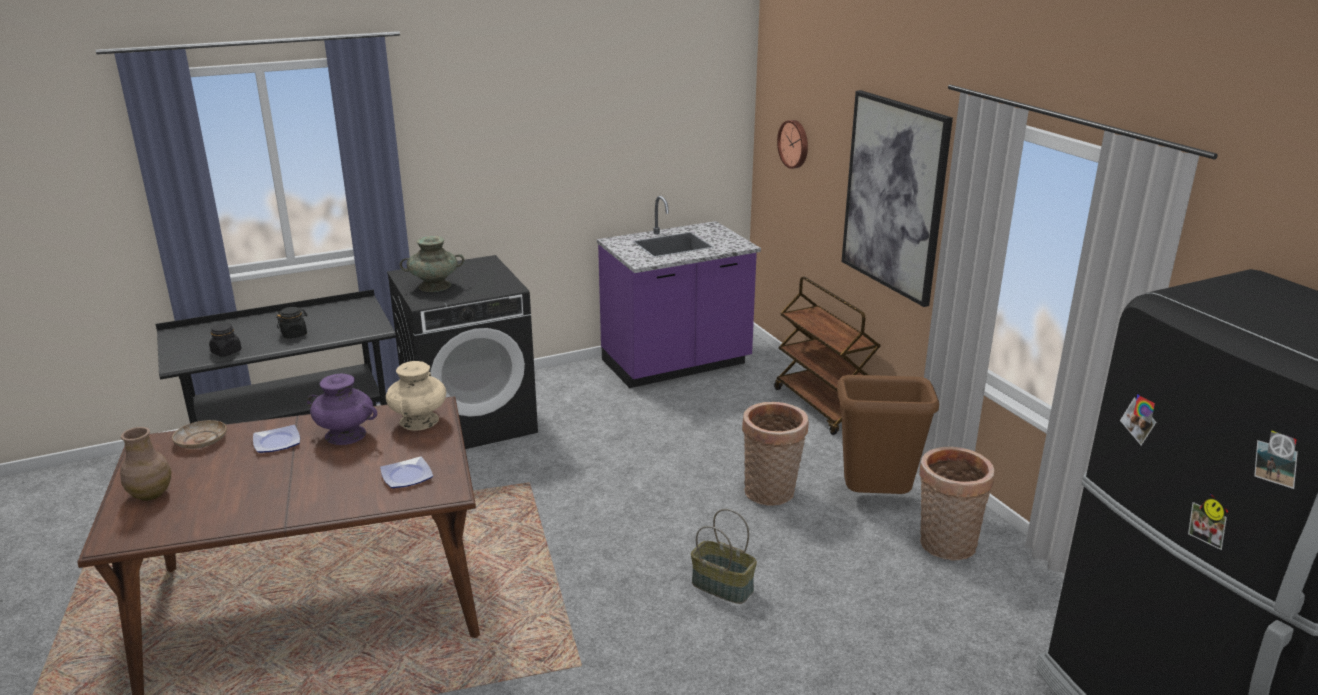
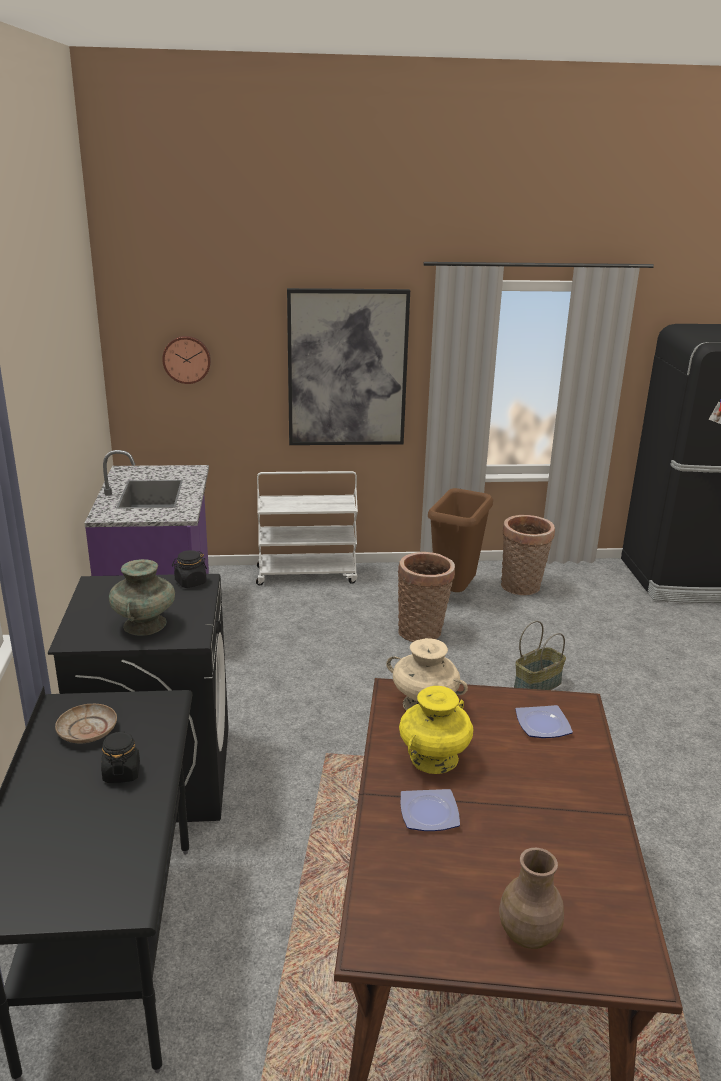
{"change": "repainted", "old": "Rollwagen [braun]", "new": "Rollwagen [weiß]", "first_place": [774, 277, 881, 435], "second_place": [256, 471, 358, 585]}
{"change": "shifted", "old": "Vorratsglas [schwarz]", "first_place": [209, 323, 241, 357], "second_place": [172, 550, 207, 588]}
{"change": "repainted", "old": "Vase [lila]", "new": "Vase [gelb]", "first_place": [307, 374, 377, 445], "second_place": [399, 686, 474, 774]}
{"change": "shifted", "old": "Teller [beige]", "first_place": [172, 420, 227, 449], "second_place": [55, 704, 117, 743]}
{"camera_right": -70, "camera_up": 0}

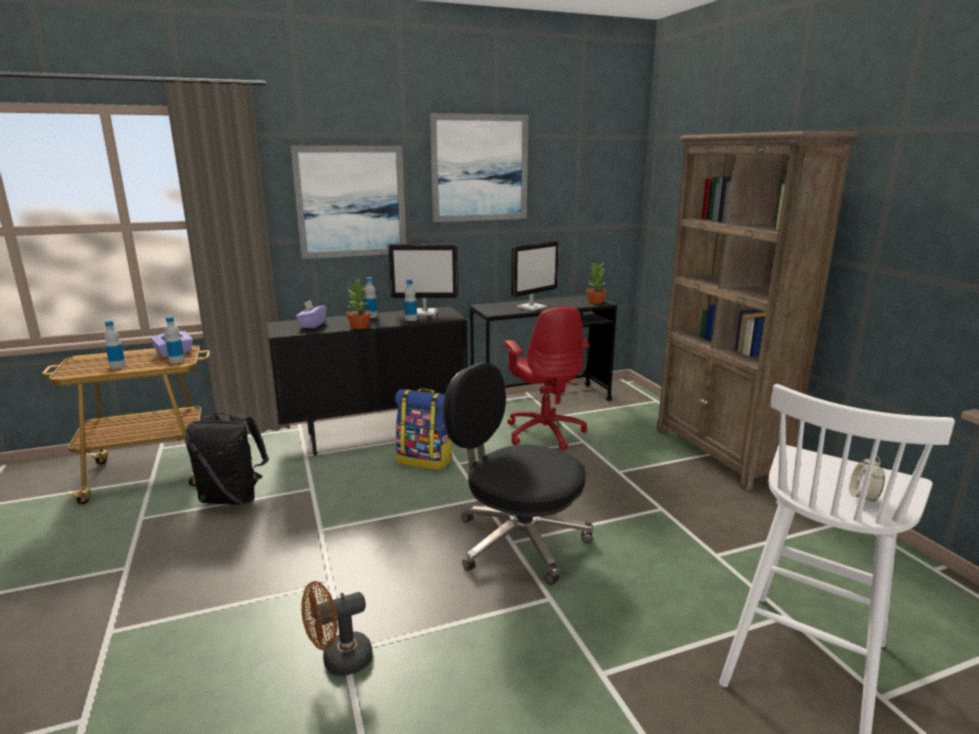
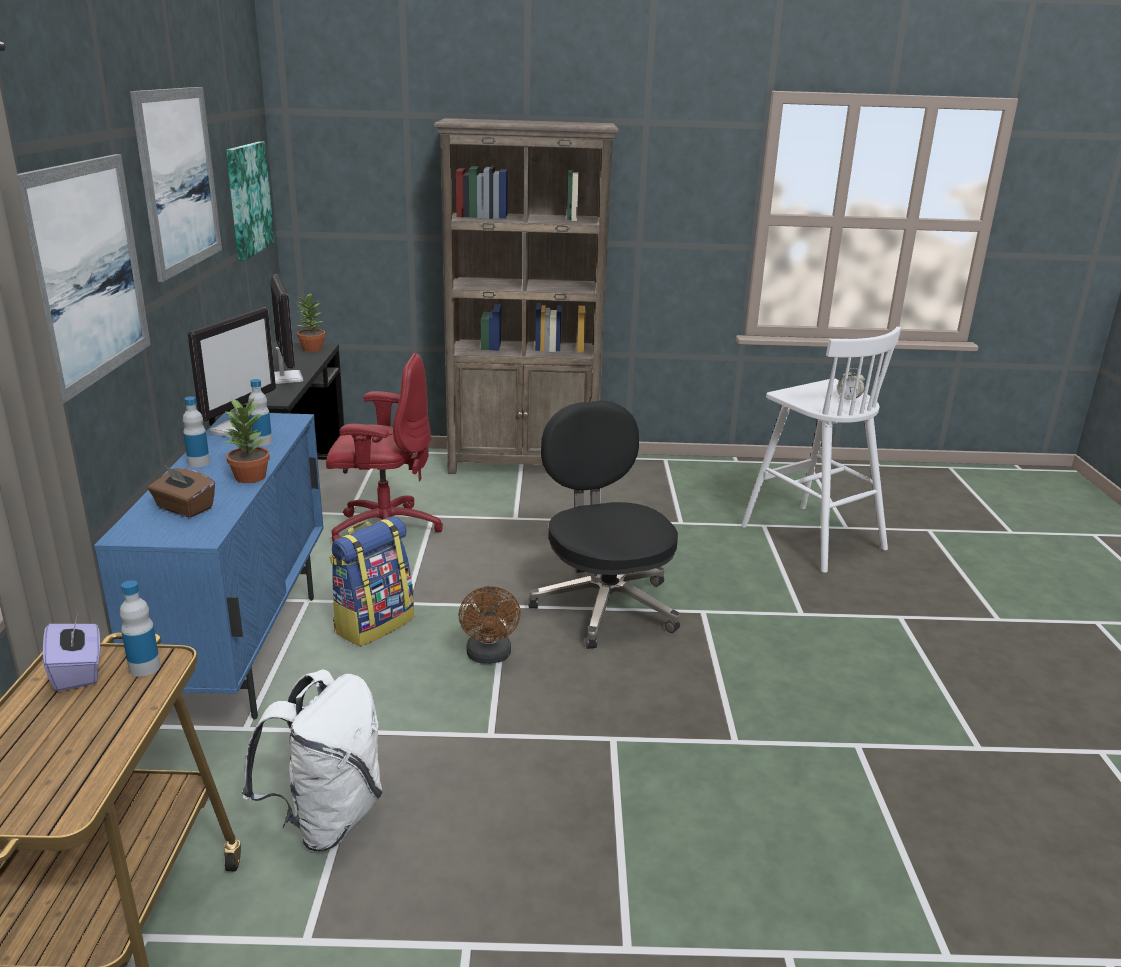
{"change": "repainted", "old": "Taschentuchbox [lila]", "new": "Taschentuchbox [braun]", "first_place": [296, 299, 326, 328], "second_place": [148, 466, 215, 518]}
{"change": "repainted", "old": "Schrank [schwarz]", "new": "Schrank [blau]", "first_place": [266, 307, 468, 456], "second_place": [94, 412, 324, 720]}
{"change": "gone", "old": "Flasche", "first_place": [104, 320, 126, 369]}
{"change": "rotated", "old": "Bürostuhl [schwarz]", "first_place": [443, 362, 593, 585], "second_place": [528, 401, 680, 649], "degrees": 105}
{"change": "repainted", "old": "Rucksack [schwarz]", "new": "Rucksack [weiß]", "first_place": [185, 413, 269, 504], "second_place": [242, 669, 383, 852]}
{"change": "shifted", "old": "Ventilator [braun]", "first_place": [301, 581, 373, 676], "second_place": [459, 586, 521, 664]}
{"change": "new", "new": "Bild", "second_place": [226, 142, 275, 261]}
{"camera_right": -70, "camera_up": 5}

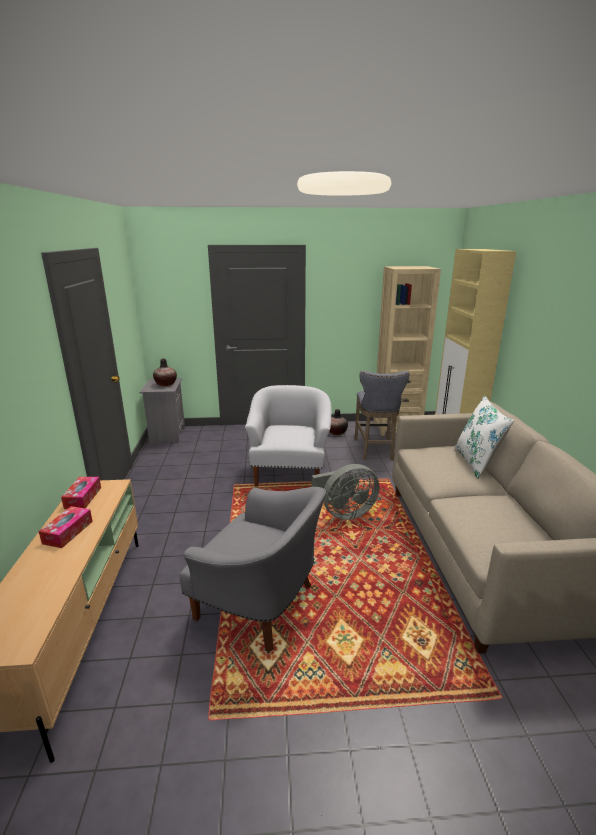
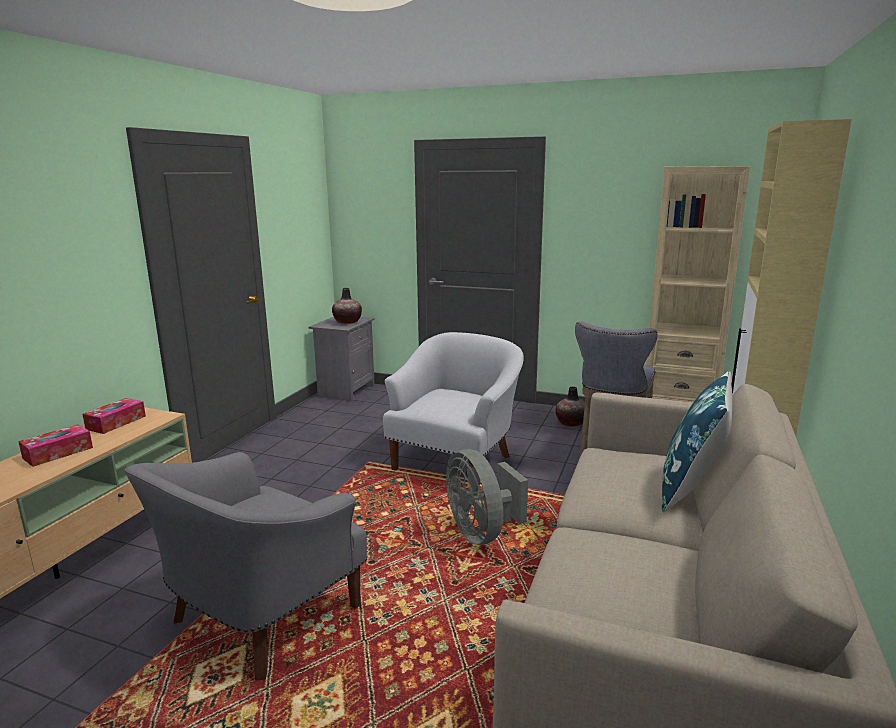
{"change": "repainted", "old": "Kissen [weiß]", "new": "Kissen [blau]", "first_place": [455, 396, 514, 479], "second_place": [662, 371, 733, 512]}
{"change": "rotated", "old": "Ventilator [grau]", "first_place": [312, 464, 379, 520], "second_place": [446, 449, 528, 545], "degrees": 60}
{"change": "rotated", "old": "Sessel [grau]", "first_place": [179, 487, 326, 652], "second_place": [125, 452, 367, 681], "degrees": 75}
{"camera_right": 25, "camera_up": -5}

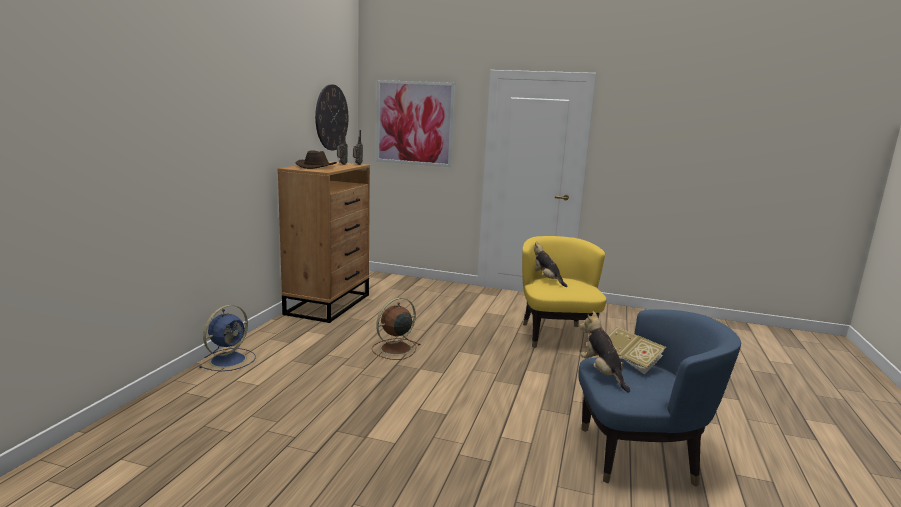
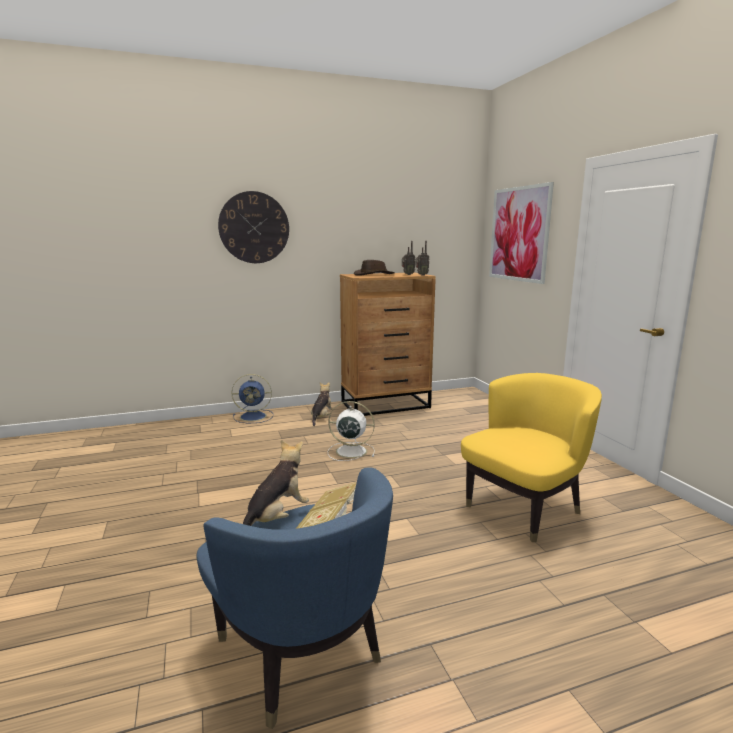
{"change": "shifted", "old": "Wanduhr", "first_place": [315, 84, 348, 150], "second_place": [218, 191, 289, 263]}
{"change": "shifted", "old": "Plüschtier", "first_place": [533, 241, 568, 287], "second_place": [311, 383, 334, 426]}
{"change": "repainted", "old": "Ventilator [braun]", "new": "Ventilator [weiß]", "first_place": [372, 298, 420, 360], "second_place": [328, 401, 375, 461]}
{"camera_right": 55, "camera_up": 0}

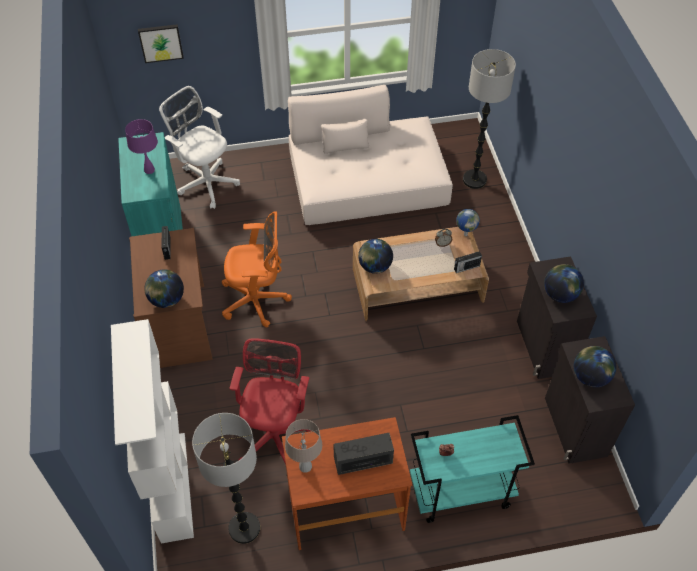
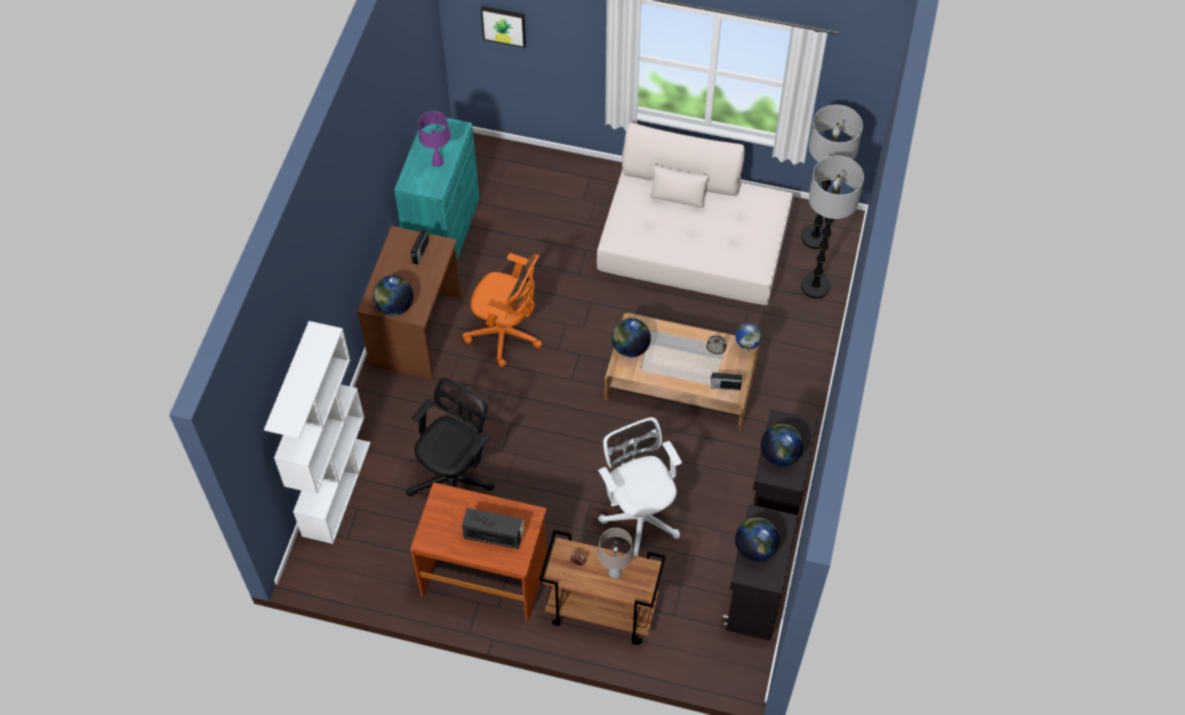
{"change": "shifted", "old": "Bürostuhl [weiß]", "first_place": [159, 86, 240, 209], "second_place": [598, 417, 682, 556]}
{"change": "repainted", "old": "Bürostuhl [rot]", "new": "Bürostuhl [schwarz]", "first_place": [230, 338, 311, 464], "second_place": [406, 378, 495, 496]}
{"change": "shifted", "old": "Stehlampe", "first_place": [192, 413, 260, 544], "second_place": [801, 105, 863, 249]}
{"change": "repainted", "old": "Rollwagen [türkis]", "new": "Rollwagen [braun]", "first_place": [410, 415, 535, 523], "second_place": [539, 530, 666, 645]}
{"change": "shifted", "old": "Tischlampe [beige]", "first_place": [285, 419, 322, 473], "second_place": [597, 528, 634, 579]}
{"camera_right": 25, "camera_up": 5}

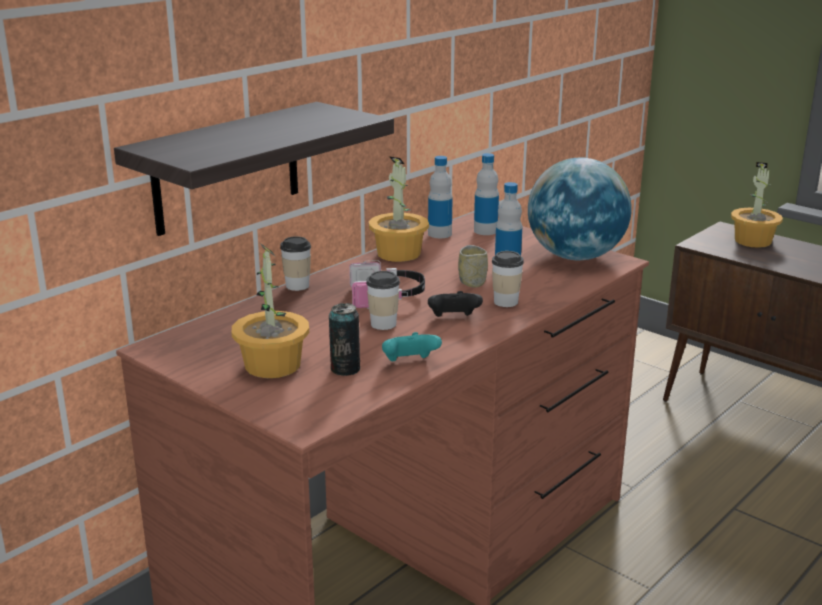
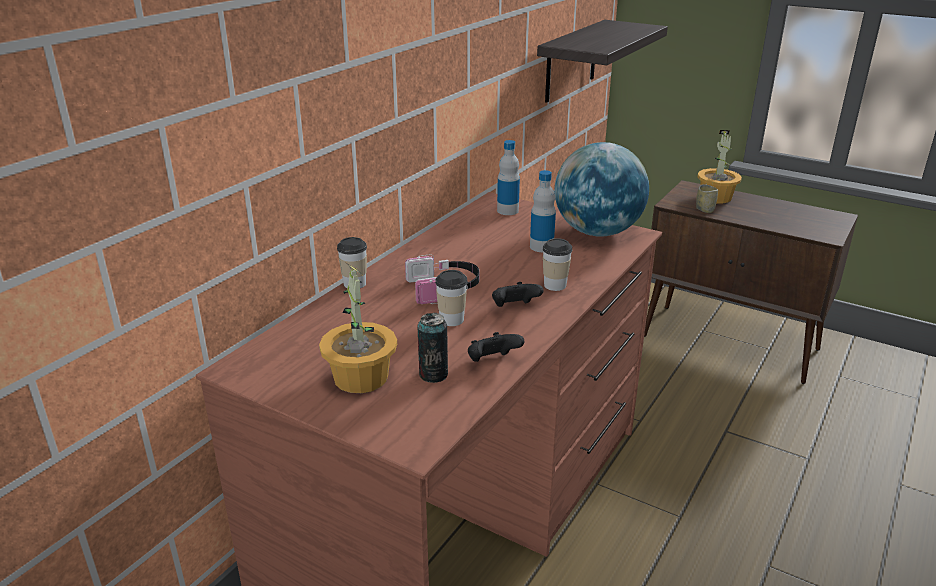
{"change": "shifted", "old": "Wandregal", "first_place": [114, 102, 394, 236], "second_place": [537, 20, 668, 103]}
{"change": "gone", "old": "Topfpflanze", "first_place": [369, 156, 429, 262]}
{"change": "gone", "old": "Flasche", "first_place": [428, 156, 453, 238]}
{"change": "shifted", "old": "Tasse", "first_place": [458, 245, 488, 288], "second_place": [696, 184, 718, 213]}
{"change": "repainted", "old": "Gamepad [türkis]", "new": "Gamepad [schwarz]", "first_place": [382, 332, 442, 362], "second_place": [468, 332, 524, 362]}
{"camera_right": -10, "camera_up": 5}

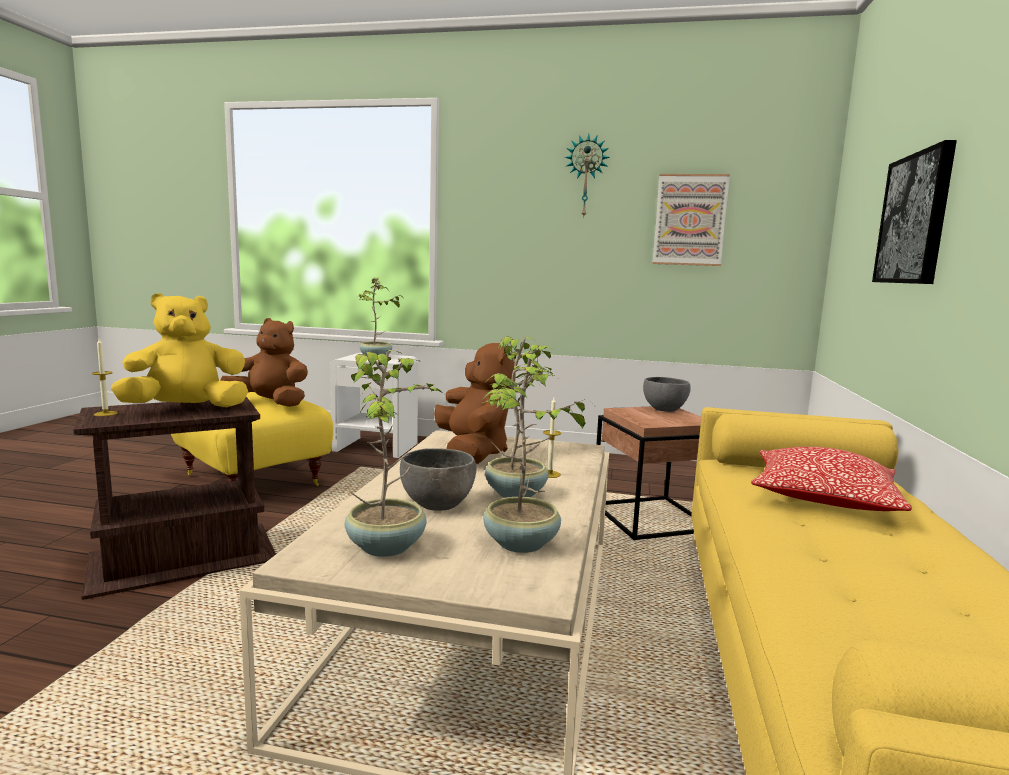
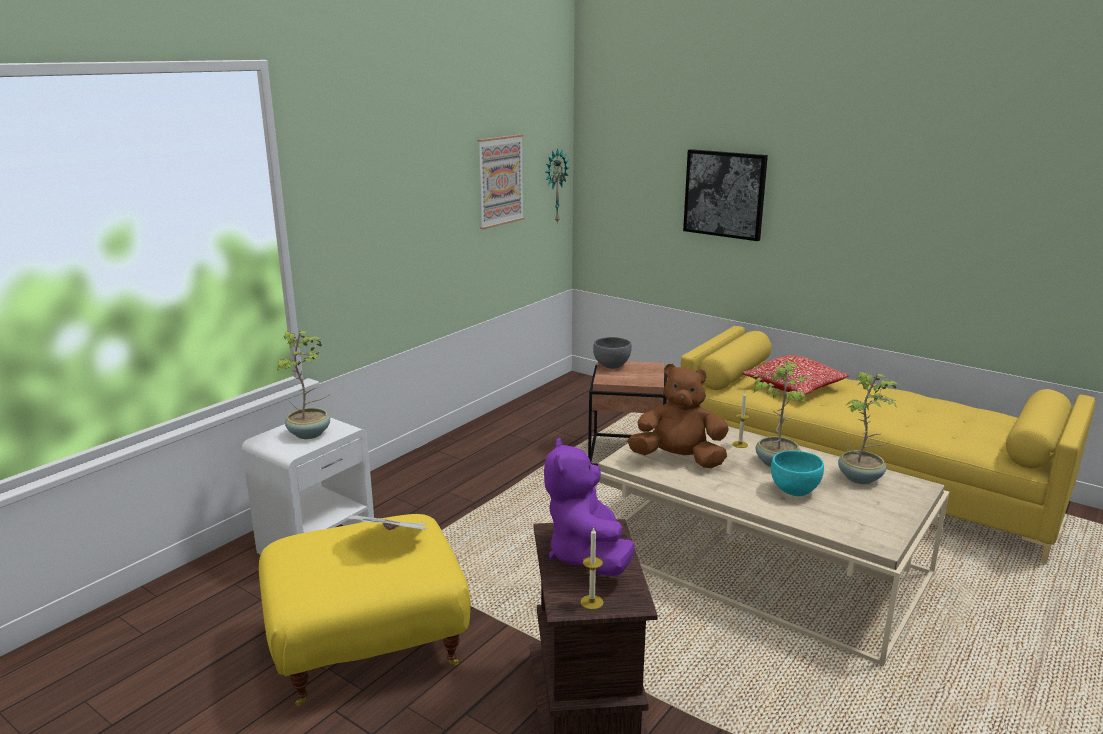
{"change": "shifted", "old": "Wanduhr", "first_place": [565, 134, 610, 219], "second_place": [546, 148, 570, 224]}
{"change": "repainted", "old": "Plüschtier [gelb]", "new": "Plüschtier [lila]", "first_place": [111, 293, 248, 407], "second_place": [544, 438, 635, 576]}
{"change": "swapped", "old": "Plüschtier [braun]", "new": "Zeitung", "first_place": [220, 318, 308, 407], "second_place": [348, 515, 429, 530]}
{"change": "gone", "old": "Topfpflanze", "first_place": [344, 350, 444, 557]}
{"change": "repainted", "old": "Schüssel [grau]", "new": "Schüssel [türkis]", "first_place": [400, 448, 476, 511], "second_place": [771, 451, 824, 496]}
{"camera_right": -65, "camera_up": 10}

